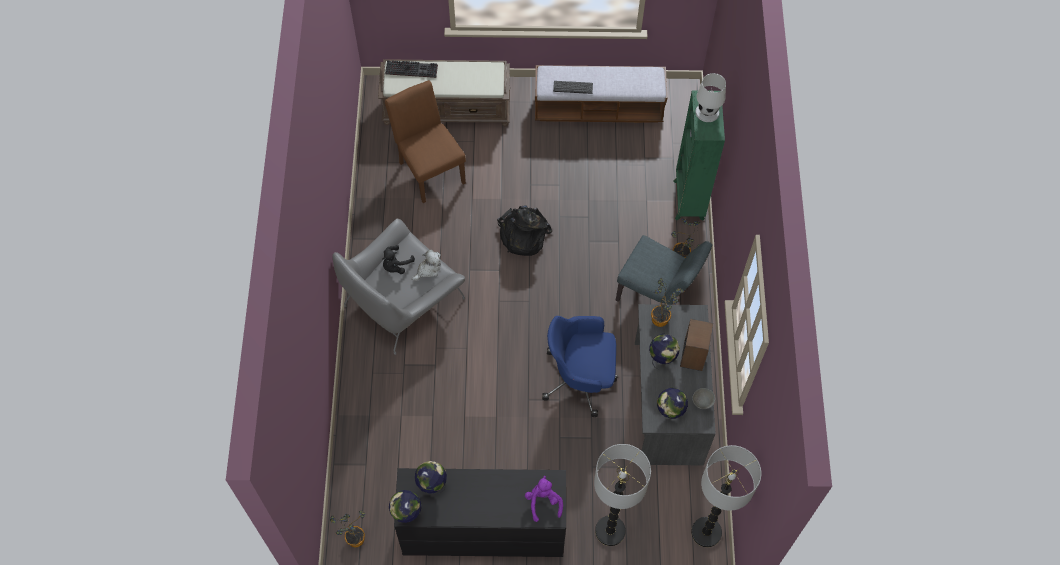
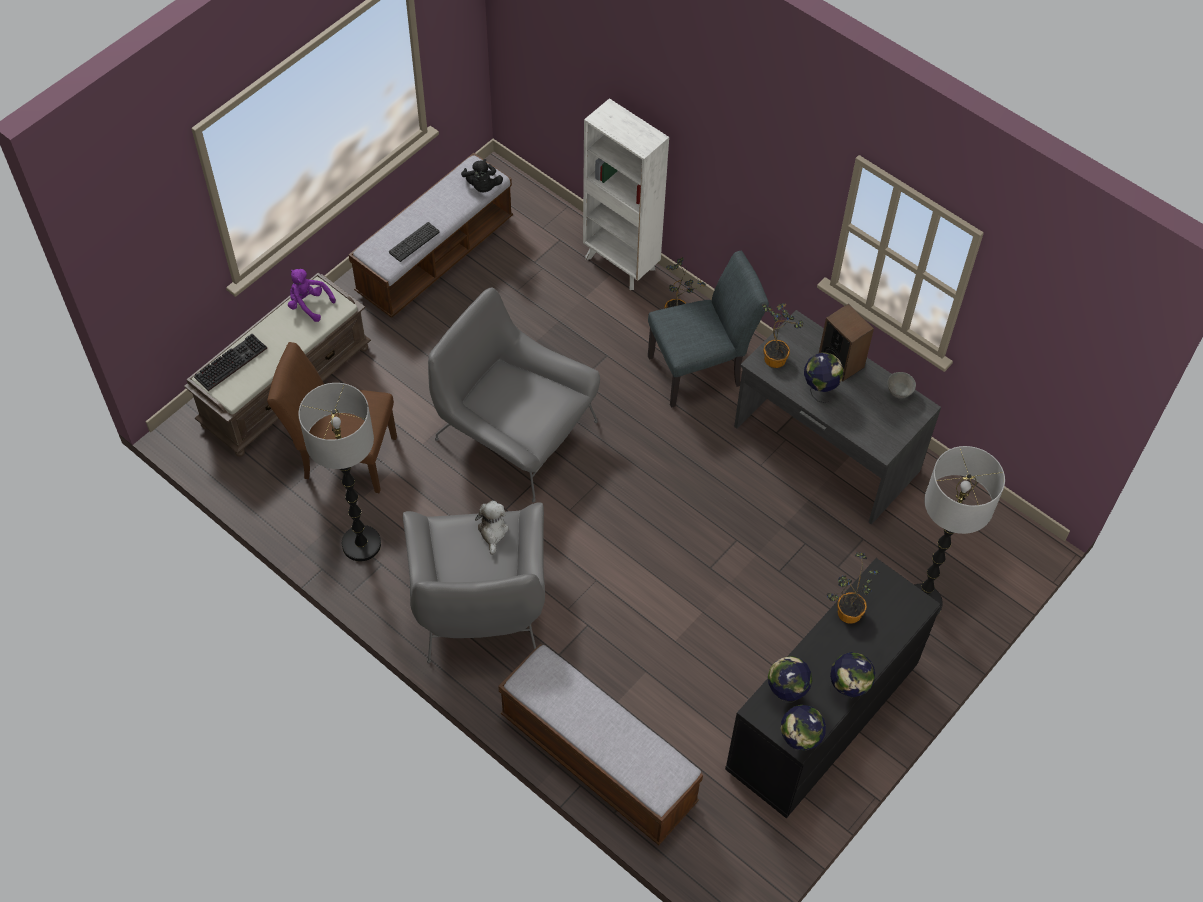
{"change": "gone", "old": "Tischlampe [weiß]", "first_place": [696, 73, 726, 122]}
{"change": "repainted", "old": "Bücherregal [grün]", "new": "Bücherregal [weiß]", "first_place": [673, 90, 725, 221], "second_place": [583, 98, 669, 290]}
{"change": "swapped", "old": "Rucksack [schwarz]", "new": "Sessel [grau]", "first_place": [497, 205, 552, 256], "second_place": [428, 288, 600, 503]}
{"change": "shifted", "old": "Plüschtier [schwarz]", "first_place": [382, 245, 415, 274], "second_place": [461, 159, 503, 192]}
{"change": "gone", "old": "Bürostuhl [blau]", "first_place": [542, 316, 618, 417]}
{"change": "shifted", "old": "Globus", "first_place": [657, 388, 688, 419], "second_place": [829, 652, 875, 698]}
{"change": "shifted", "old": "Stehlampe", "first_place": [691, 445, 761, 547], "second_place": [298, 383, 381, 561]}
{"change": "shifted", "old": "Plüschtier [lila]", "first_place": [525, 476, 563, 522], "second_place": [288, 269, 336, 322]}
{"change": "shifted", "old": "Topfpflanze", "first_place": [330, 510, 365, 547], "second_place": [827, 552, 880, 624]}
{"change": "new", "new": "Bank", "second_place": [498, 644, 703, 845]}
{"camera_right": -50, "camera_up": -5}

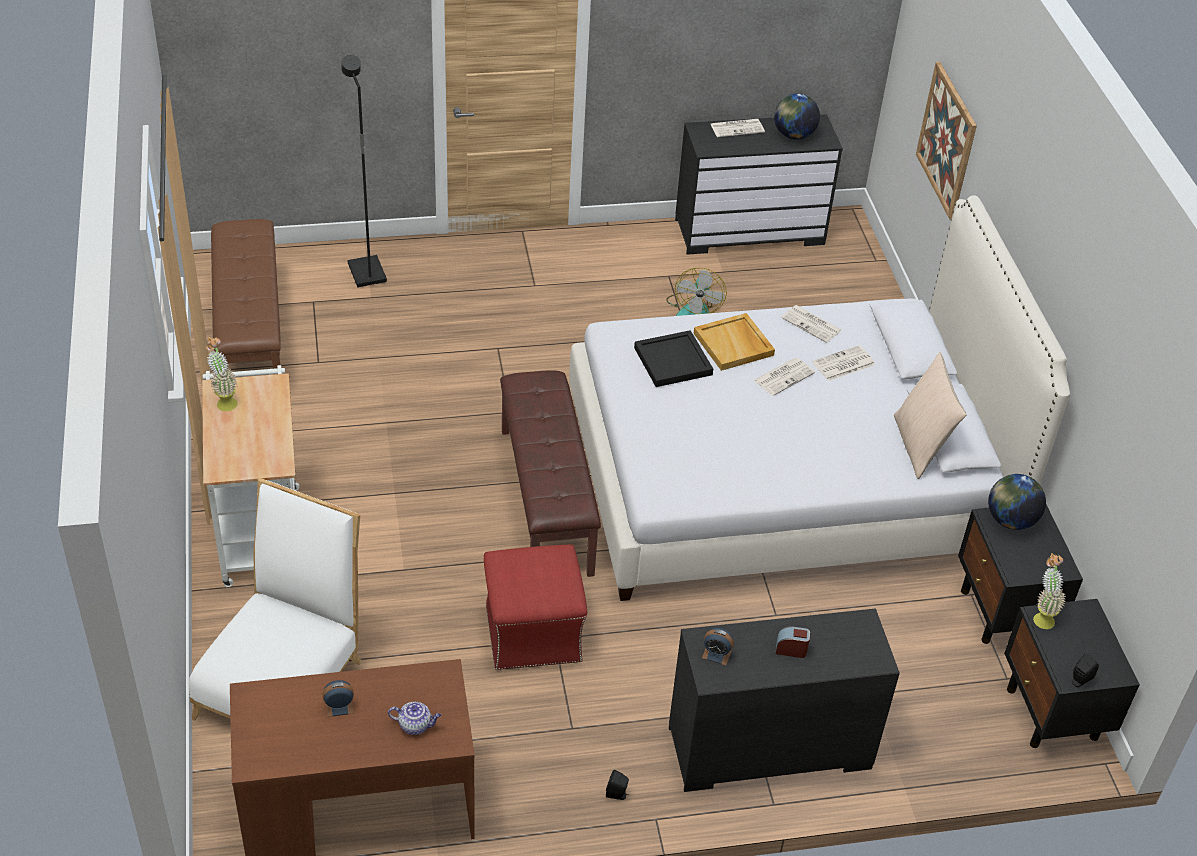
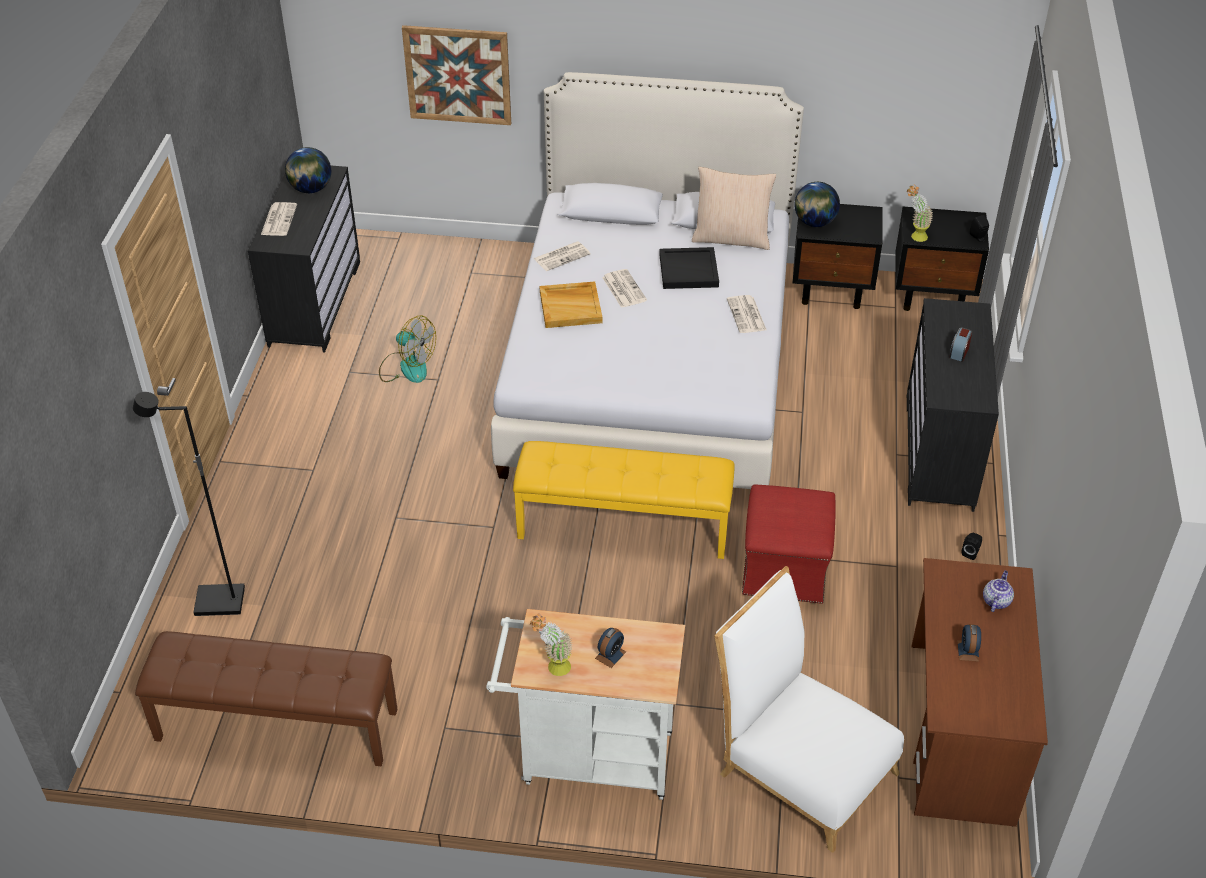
{"change": "shifted", "old": "Tablett [schwarz]", "first_place": [634, 330, 713, 387], "second_place": [659, 247, 719, 289]}
{"change": "shifted", "old": "Zeitung", "first_place": [813, 345, 875, 381], "second_place": [727, 295, 767, 333]}
{"change": "repainted", "old": "Bank [braun]", "new": "Bank [gelb]", "first_place": [500, 370, 601, 577], "second_place": [513, 441, 735, 559]}
{"change": "shifted", "old": "Wecker", "first_place": [702, 628, 734, 665], "second_place": [595, 628, 626, 668]}
{"camera_right": -70, "camera_up": 0}

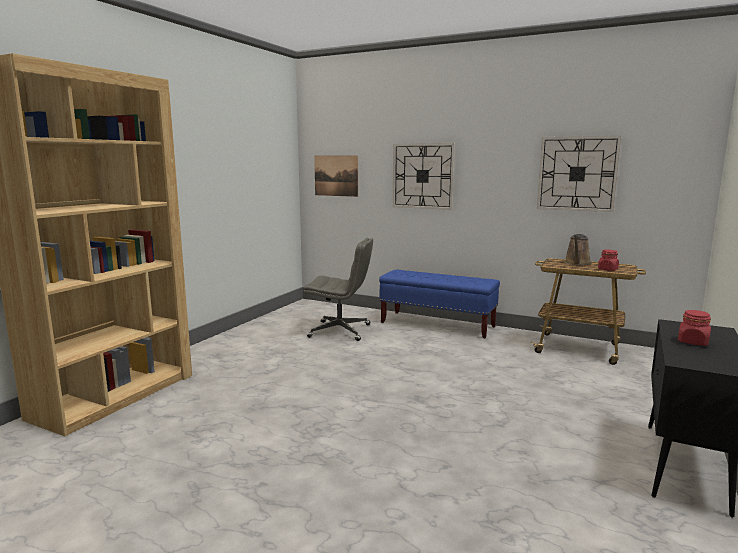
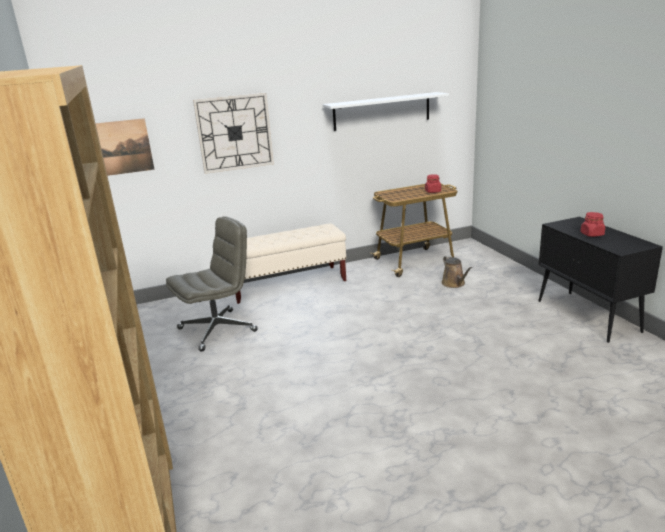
{"change": "swapped", "old": "Wanduhr", "new": "Wandregal [weiß]", "first_place": [537, 136, 621, 212], "second_place": [323, 92, 449, 131]}
{"change": "shifted", "old": "Gießkanne [braun]", "first_place": [564, 234, 591, 265], "second_place": [441, 256, 472, 288]}
{"change": "repainted", "old": "Bank [blau]", "new": "Bank [beige]", "first_place": [379, 270, 500, 339], "second_place": [236, 223, 347, 304]}
{"camera_right": -45, "camera_up": 10}

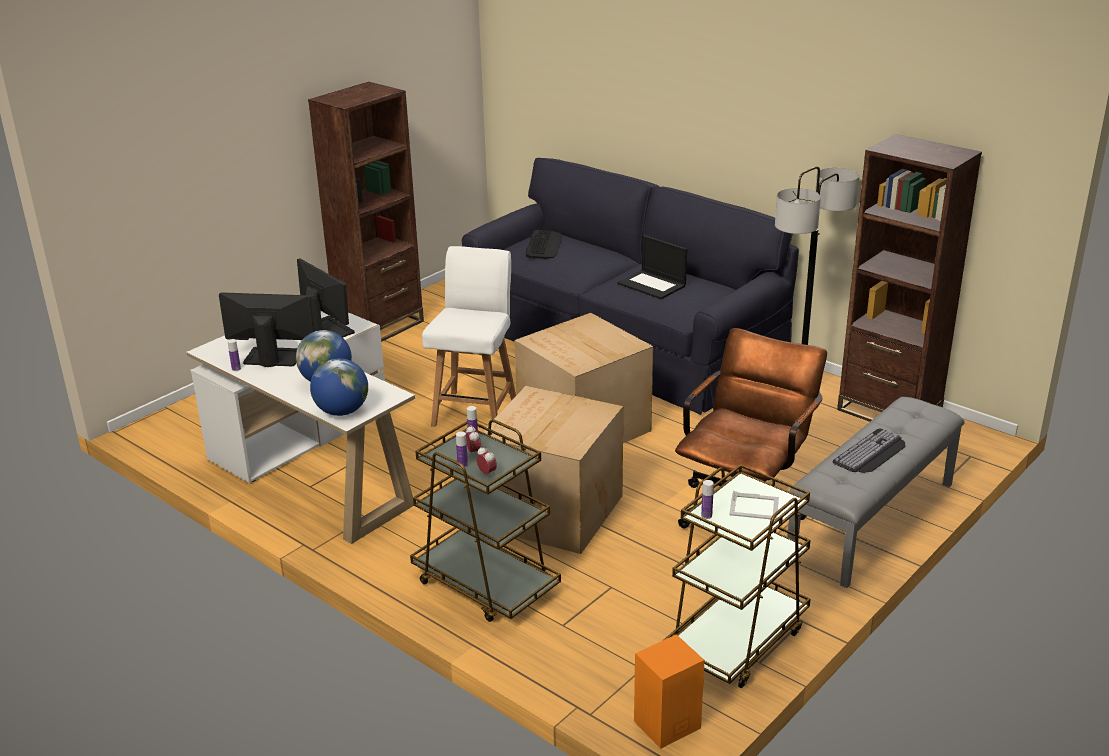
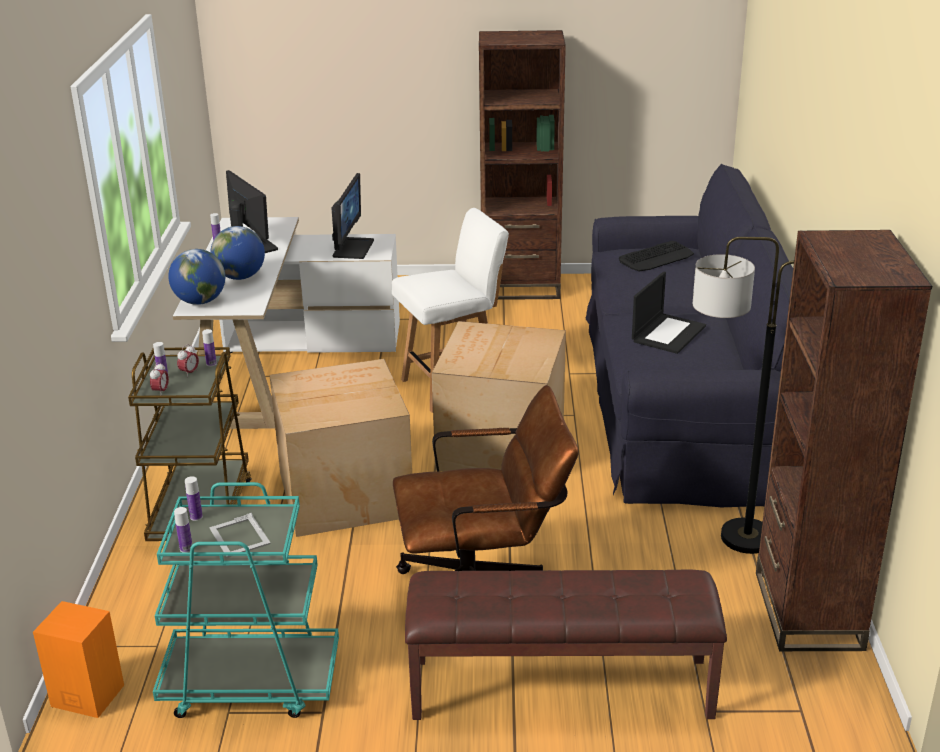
{"change": "rotated", "old": "Laptop", "first_place": [617, 235, 687, 299], "second_place": [632, 271, 706, 354], "degrees": -150}
{"change": "repainted", "old": "Bank [grau]", "new": "Bank [braun]", "first_place": [787, 397, 965, 588], "second_place": [405, 569, 727, 720]}
{"change": "gone", "old": "Tastatur", "first_place": [832, 428, 905, 473]}
{"change": "repainted", "old": "Rollwagen [braun]", "new": "Rollwagen [türkis]", "first_place": [664, 464, 810, 688], "second_place": [153, 482, 339, 718]}
{"change": "new", "new": "Flasche", "second_place": [174, 507, 192, 552]}
{"camera_right": 50, "camera_up": 0}

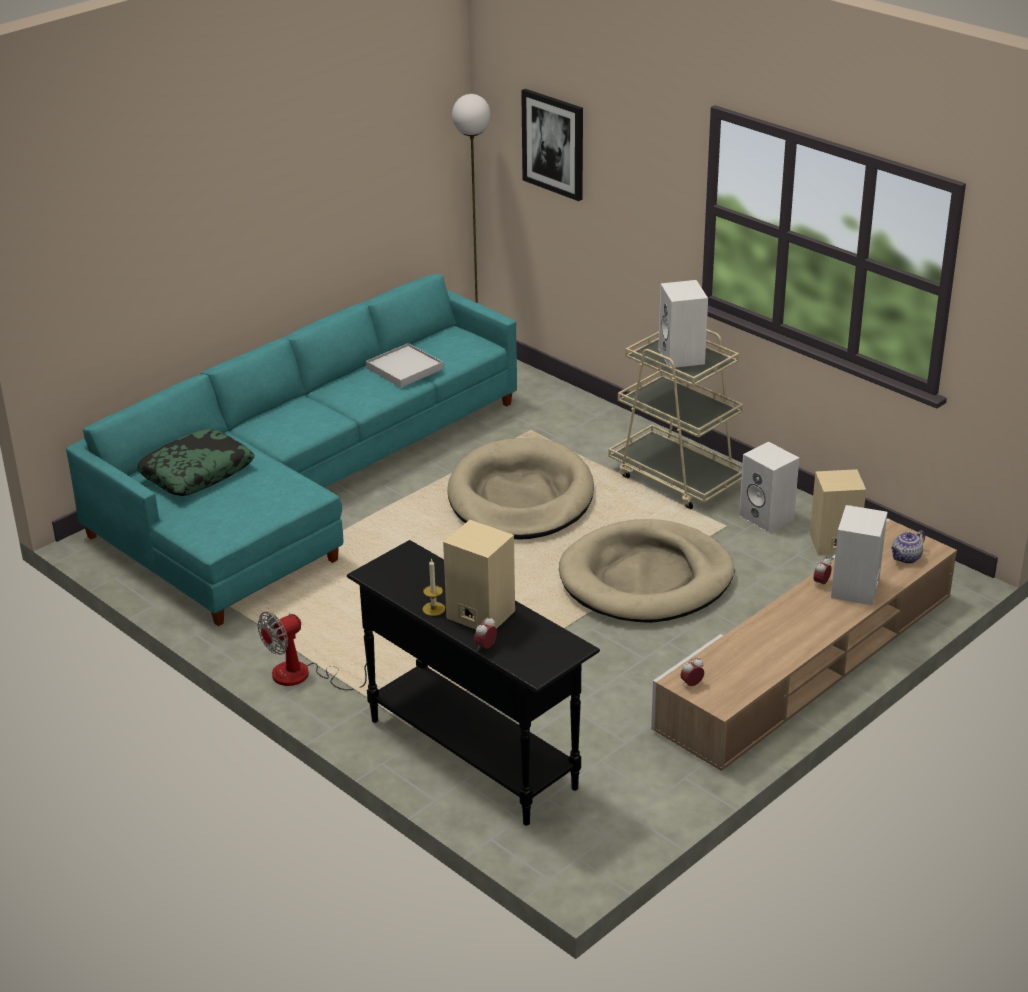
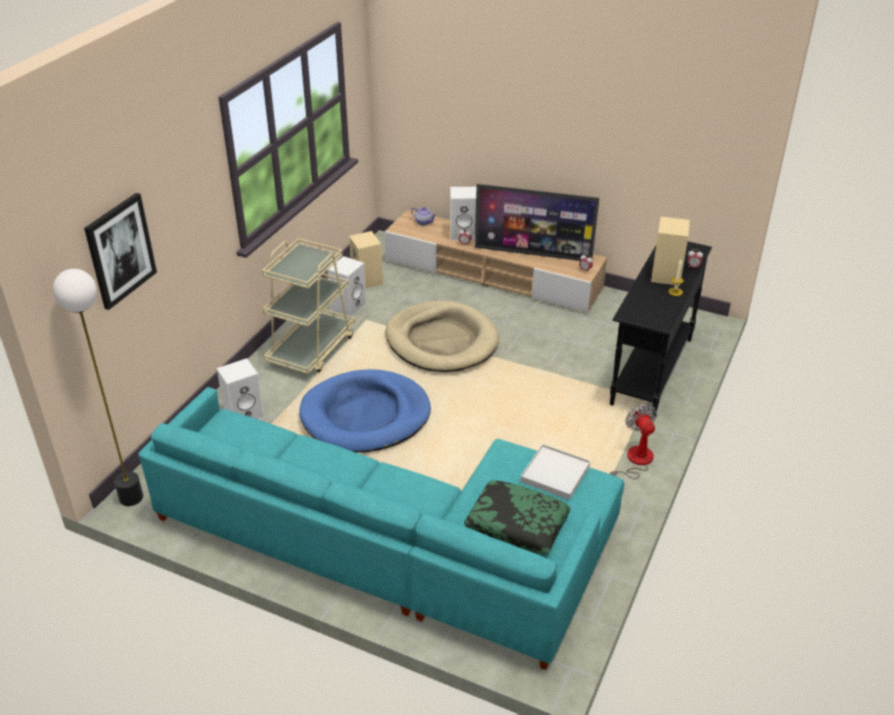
{"change": "shifted", "old": "Lautsprecher [weiß]", "first_place": [658, 280, 708, 368], "second_place": [217, 358, 264, 419]}
{"change": "shifted", "old": "Tablett [weiß]", "first_place": [366, 343, 443, 388], "second_place": [520, 444, 590, 500]}
{"change": "repainted", "old": "Hundebett [beige]", "new": "Hundebett [blau]", "first_place": [447, 438, 594, 539], "second_place": [299, 369, 431, 453]}
{"change": "rotated", "old": "Ventilator", "first_place": [257, 612, 367, 690], "second_place": [610, 404, 657, 479], "degrees": -135}
{"change": "new", "new": "Fernseher", "second_place": [475, 184, 599, 261]}
{"camera_right": -110, "camera_up": 5}

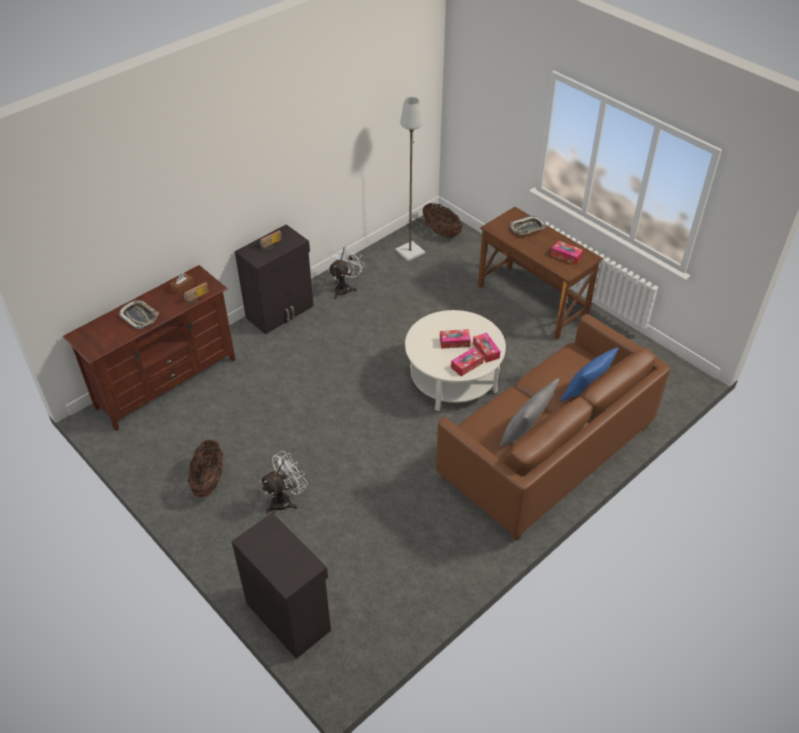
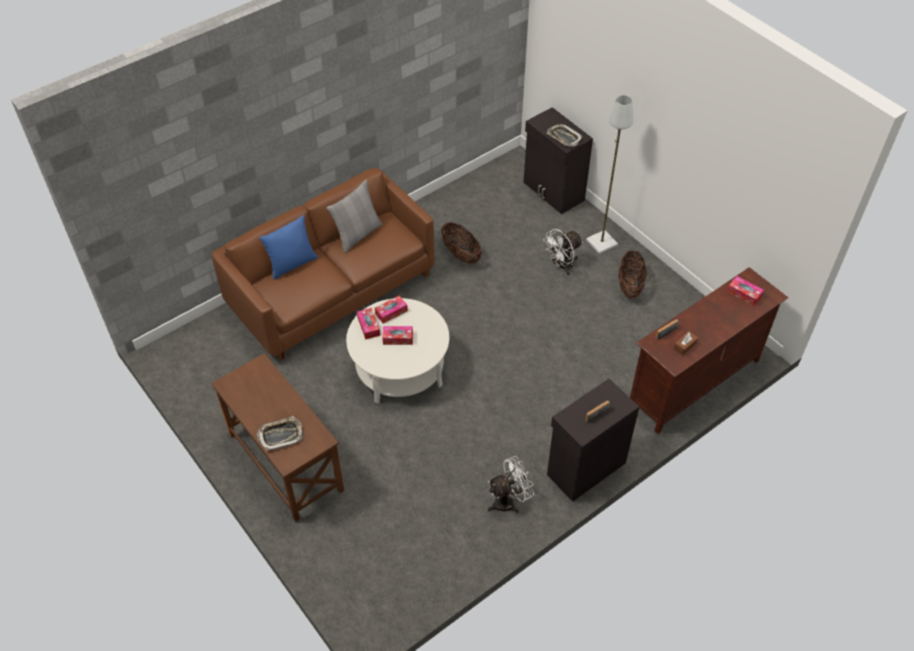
{"change": "shifted", "old": "Stehlampe [grau]", "first_place": [395, 97, 425, 261], "second_place": [586, 95, 633, 254]}
{"change": "shifted", "old": "Korb", "first_place": [422, 203, 462, 238], "second_place": [441, 222, 482, 264]}
{"change": "shifted", "old": "Taschentuchbox", "first_place": [551, 240, 583, 265], "second_place": [727, 276, 764, 306]}
{"change": "rotated", "old": "Ventilator [weiß]", "first_place": [328, 243, 365, 299], "second_place": [488, 456, 534, 513], "degrees": -150}
{"change": "shifted", "old": "Tablett", "first_place": [118, 300, 159, 329], "second_place": [547, 124, 582, 147]}
{"camera_right": -175, "camera_up": 5}

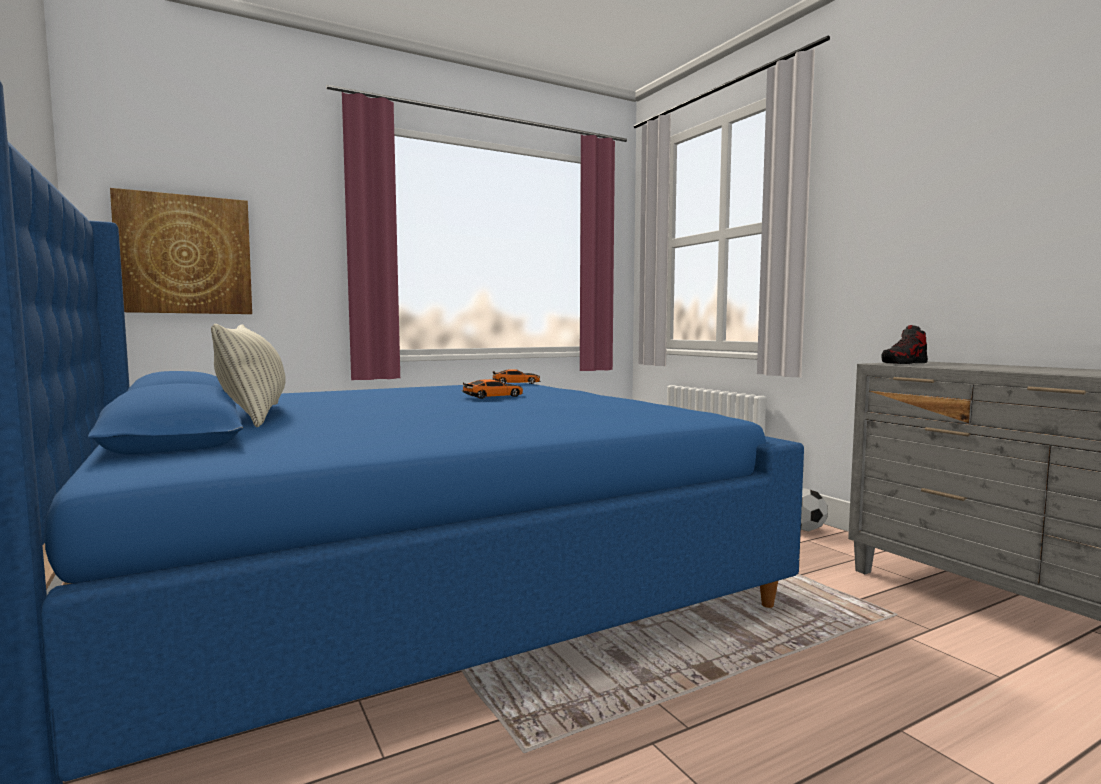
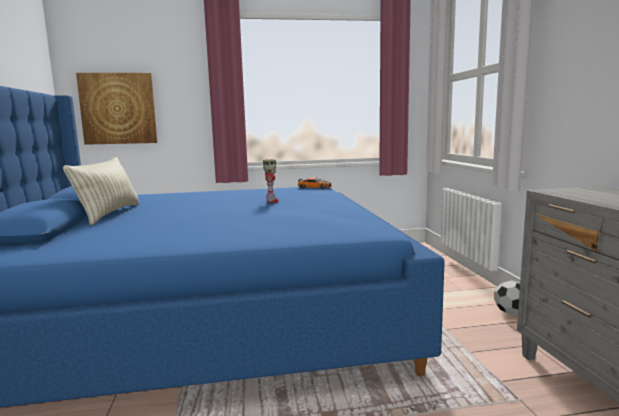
{"change": "gone", "old": "Schuh", "first_place": [882, 325, 928, 364]}
{"change": "swapped", "old": "Spielzeugauto", "new": "Spielzeugroboter", "first_place": [462, 379, 523, 399], "second_place": [263, 159, 279, 203]}
{"camera_right": 20, "camera_up": 5}

